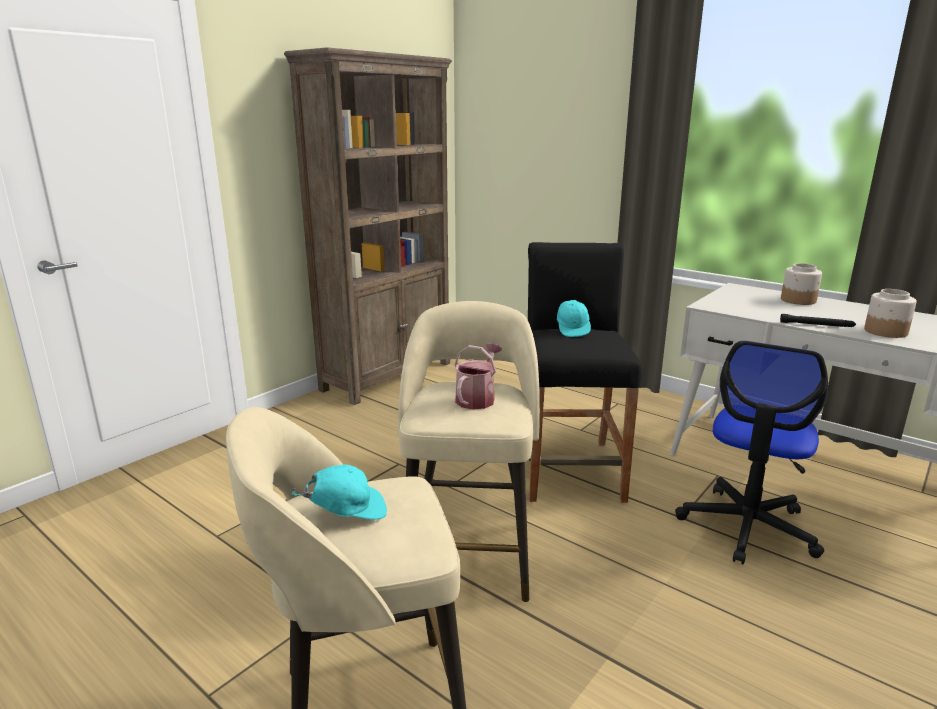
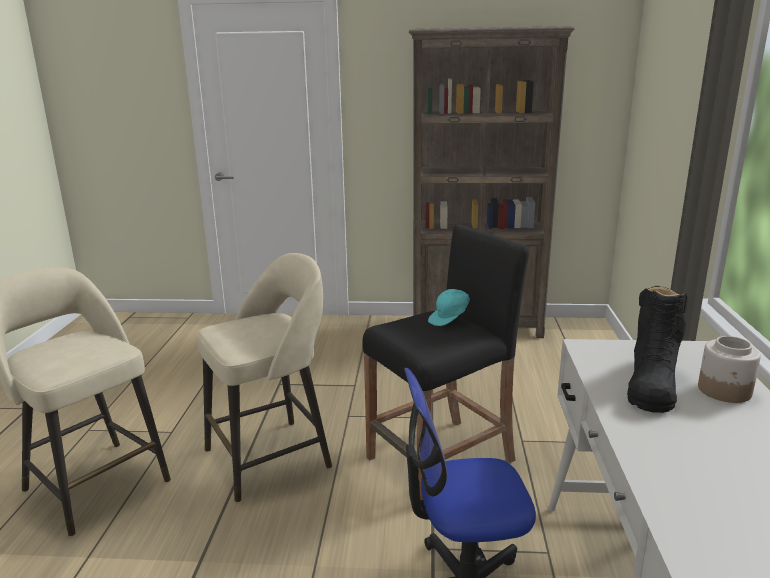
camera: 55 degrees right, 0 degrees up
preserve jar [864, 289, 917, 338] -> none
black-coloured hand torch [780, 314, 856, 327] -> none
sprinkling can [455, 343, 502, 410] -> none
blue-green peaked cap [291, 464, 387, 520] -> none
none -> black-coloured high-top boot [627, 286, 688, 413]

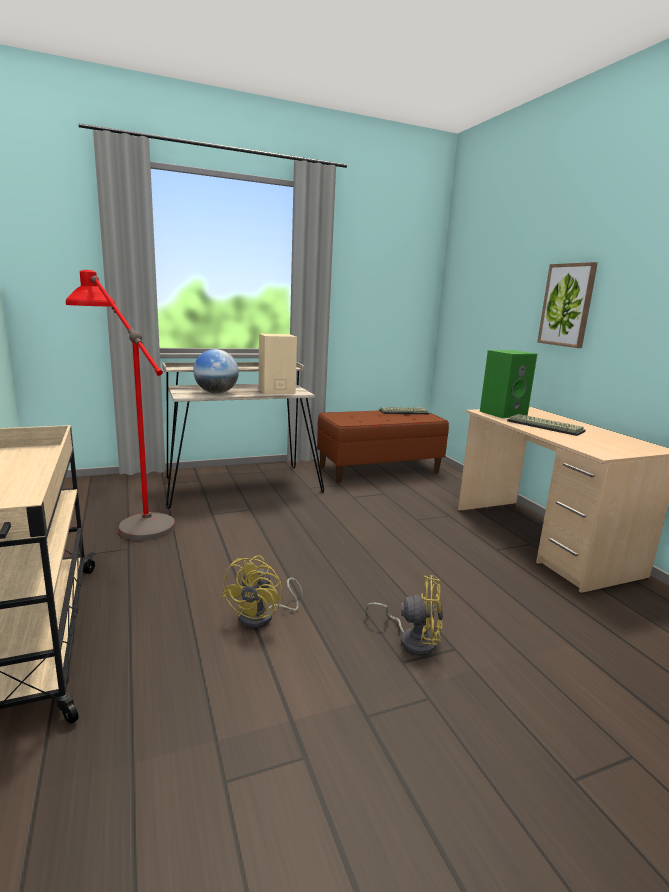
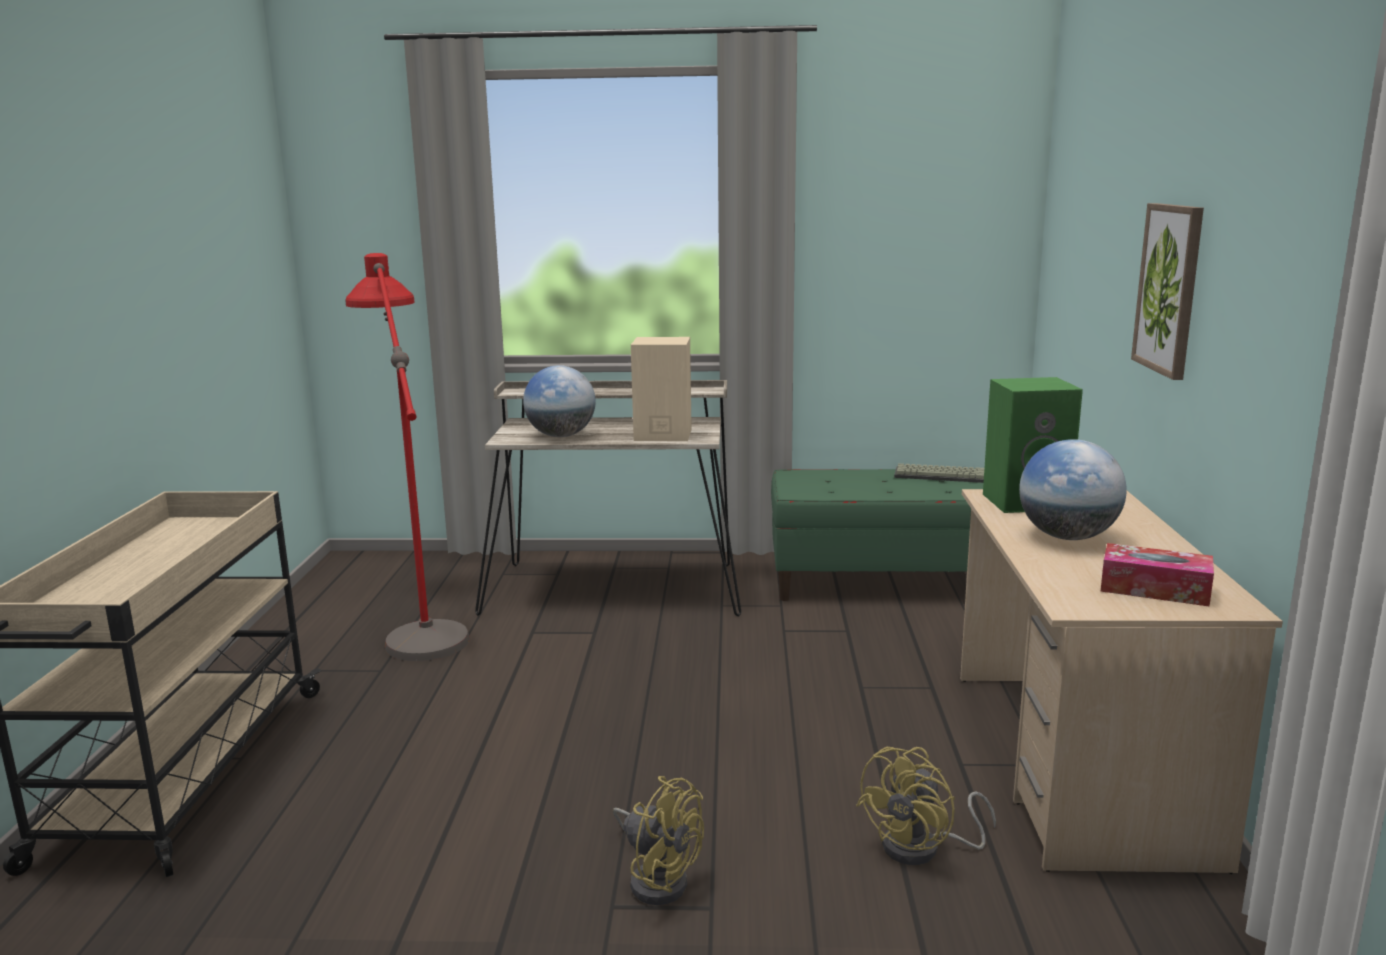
camera: 25 degrees right, 0 degrees up
brown-coloured long seat [317, 410, 449, 483] -> greenish long seat [771, 469, 983, 601]
keyboard [507, 414, 586, 436] -> globe [1019, 439, 1127, 540]
yellow fan [221, 555, 303, 629] -> yellow fan [856, 747, 996, 865], shifted
none -> tissue holder [1101, 543, 1214, 607]

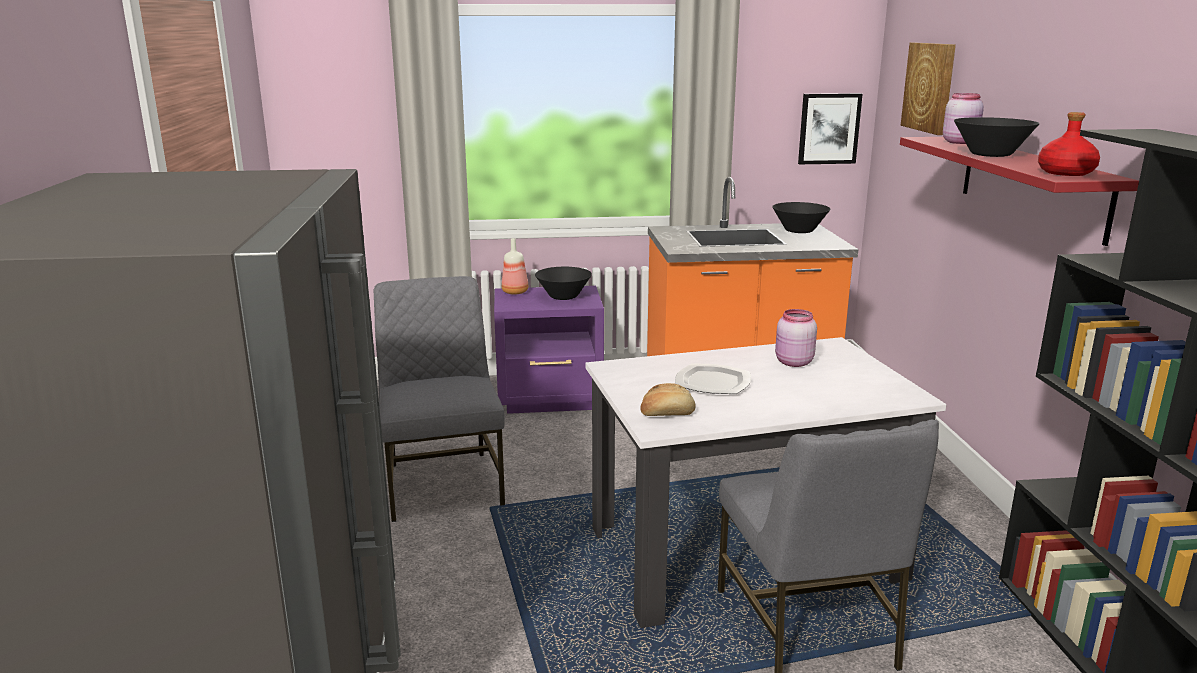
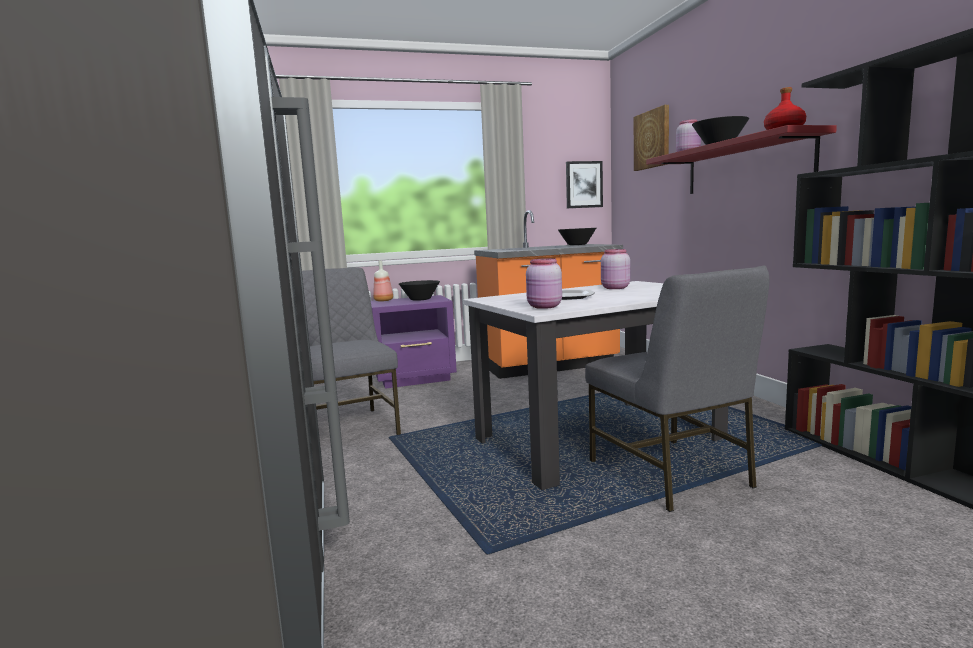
camera: 10 degrees left, 10 degrees down
bakery bread [640, 383, 695, 416] -> pink preserve jar [526, 258, 562, 309]

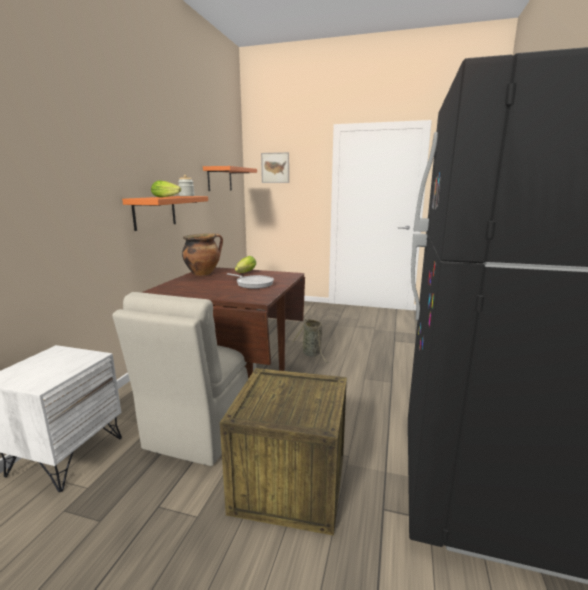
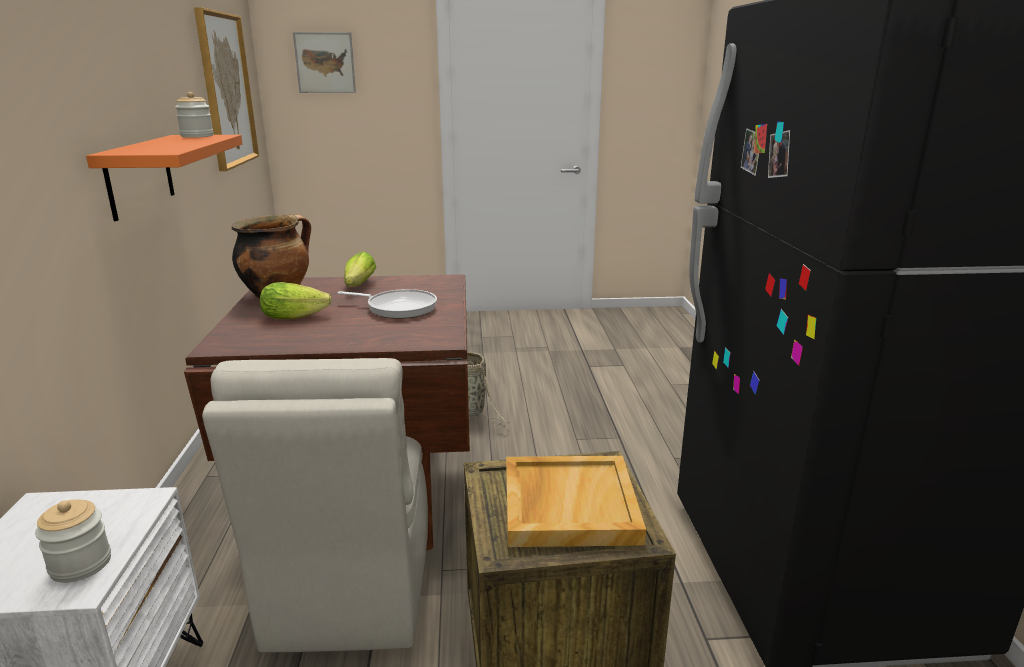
camera: 20 degrees left, 5 degrees up
orangey bracket shelf [203, 166, 257, 191] -> picture [194, 7, 259, 171]
lettuce head [151, 181, 181, 197] -> lettuce head [260, 282, 332, 319], shifted
none -> sand-coloured tray [506, 456, 646, 547]
none -> preserve jar [35, 499, 111, 583]

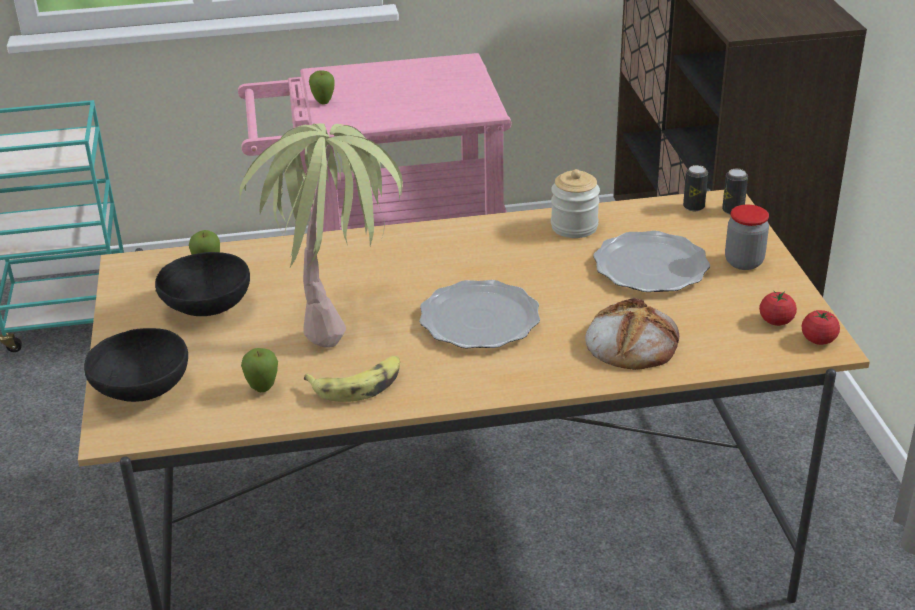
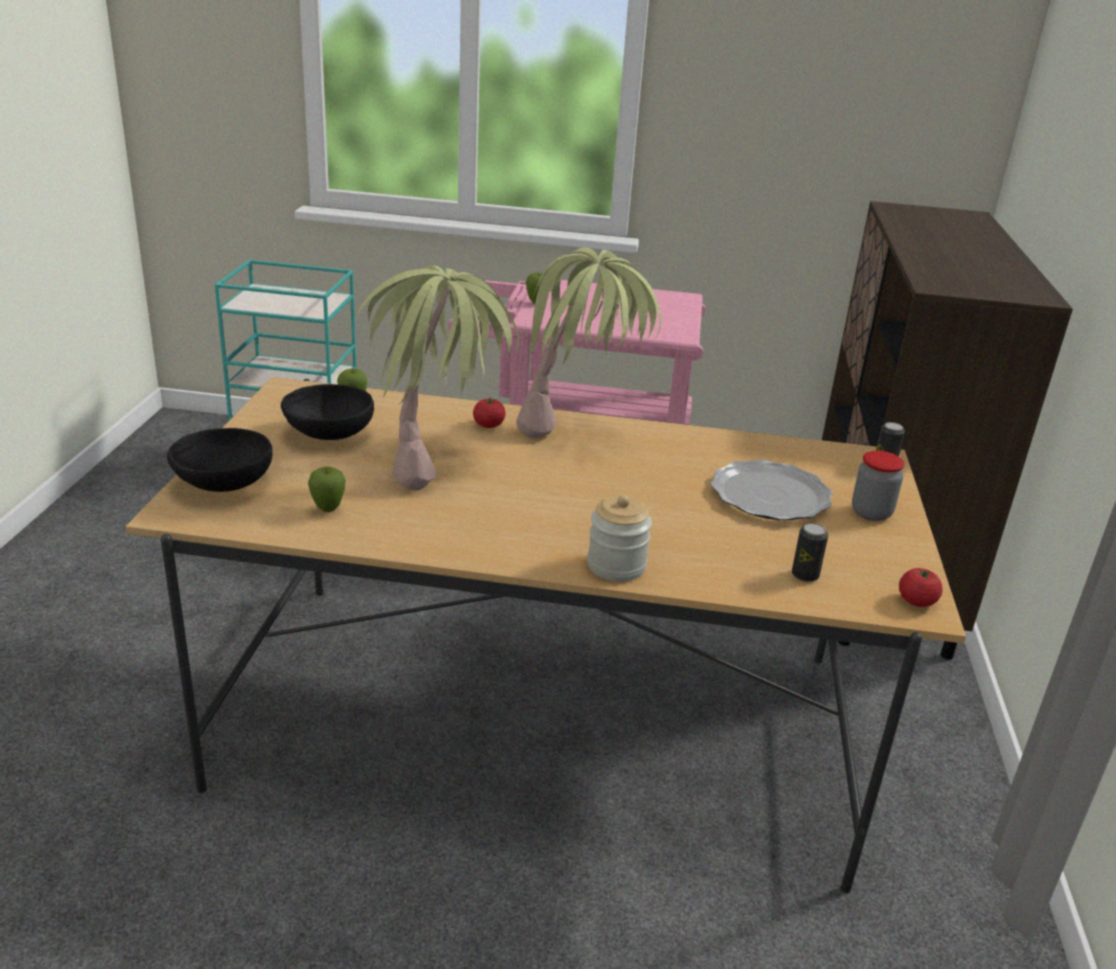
camera: 15 degrees right, 5 degrees down
can [683, 165, 708, 211] -> can [792, 523, 828, 582], shifted
preserve jar [551, 169, 600, 238] -> preserve jar [587, 495, 652, 582], shifted
flat dish [419, 280, 540, 349] -> none
tomato [759, 291, 797, 326] -> tomato [473, 398, 506, 428], shifted
bakery bread [585, 297, 679, 370] -> none
whole banana [304, 356, 400, 402] -> none
none -> houseplant [516, 247, 661, 438]

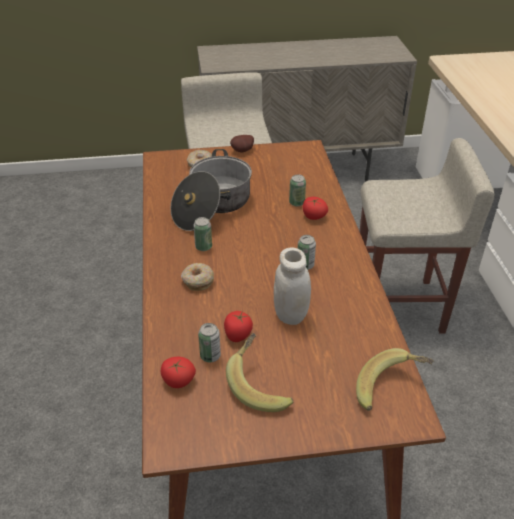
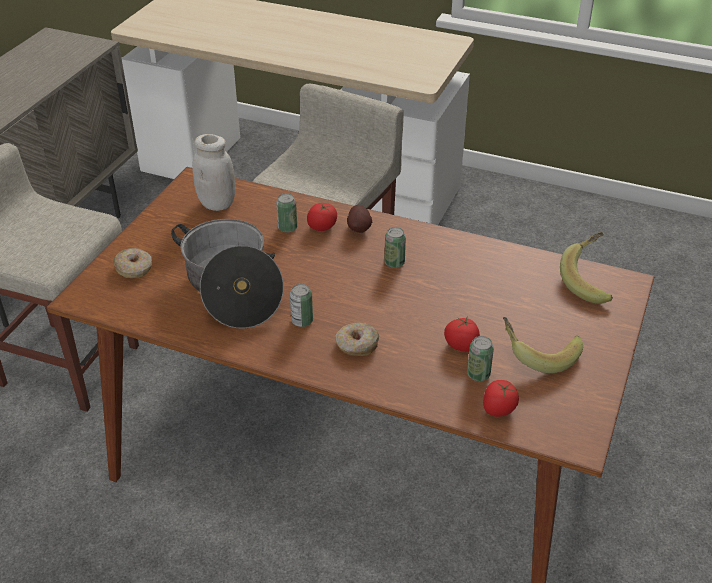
camera: 60 degrees left, 0 degrees up
whole potato [230, 135, 254, 152] -> whole potato [347, 205, 372, 233], shifted
white-coloured preserve jar [274, 247, 311, 325] -> white-coloured preserve jar [192, 134, 235, 211], shifted

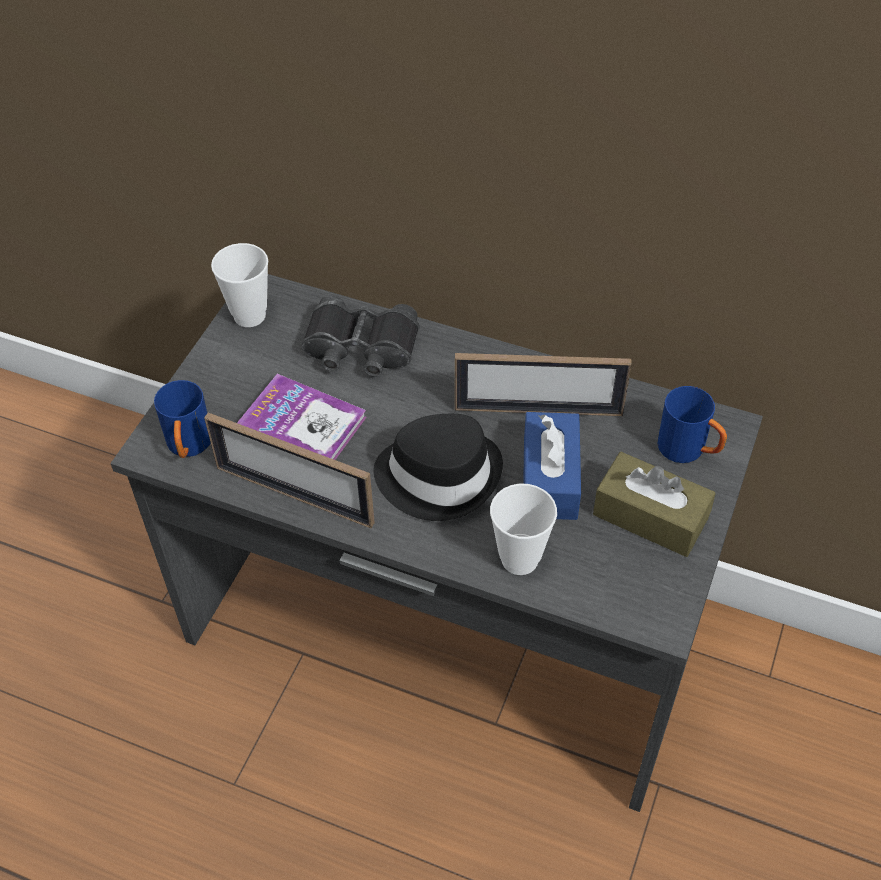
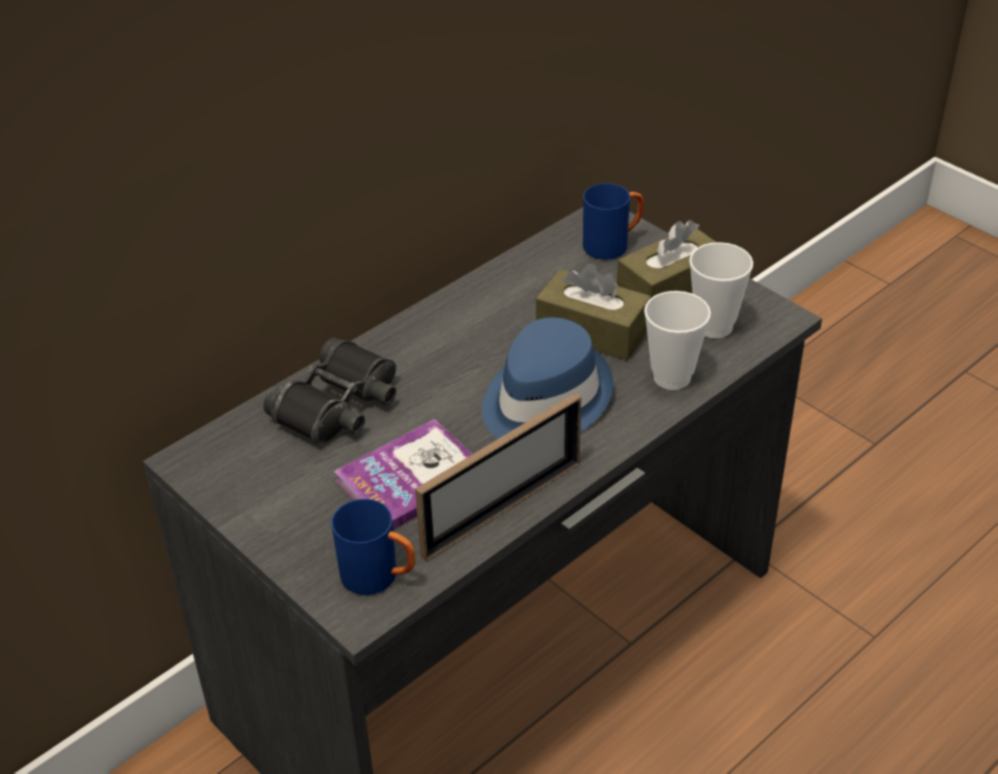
camera: 65 degrees left, 10 degrees down
cup [211, 243, 268, 327] -> cup [689, 242, 753, 338], shifted
picture frame [455, 353, 632, 416] -> none
blue tissue holder [523, 412, 581, 520] -> brown-coloured tissue holder [536, 264, 651, 361]
black-coloured hat [374, 414, 503, 521] -> blue hat [482, 317, 613, 438]

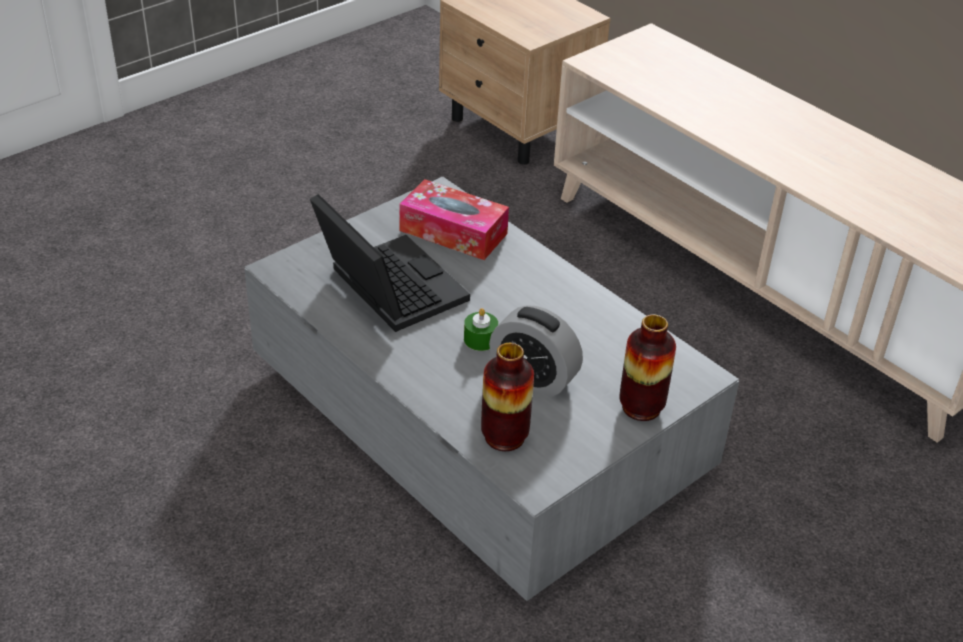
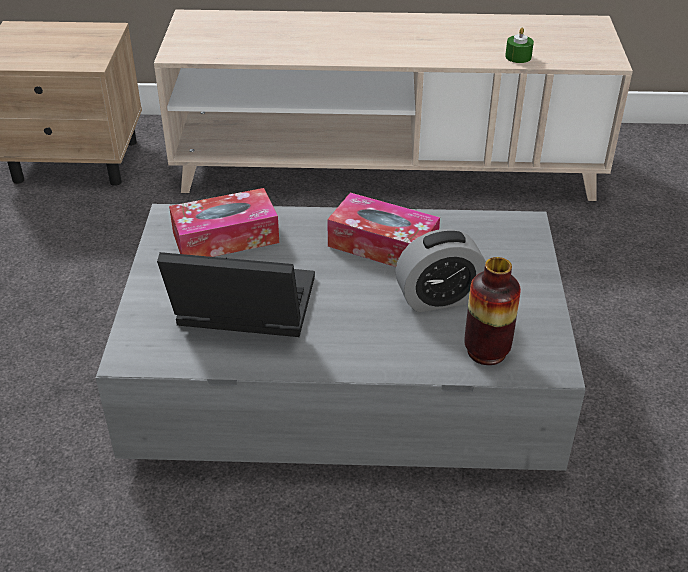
camera: 45 degrees left, 0 degrees up
greenish wax candle [464, 308, 498, 351] -> greenish wax candle [505, 27, 534, 63], shifted
vase [619, 314, 676, 421] -> none
none -> tissue holder [327, 193, 440, 267]

